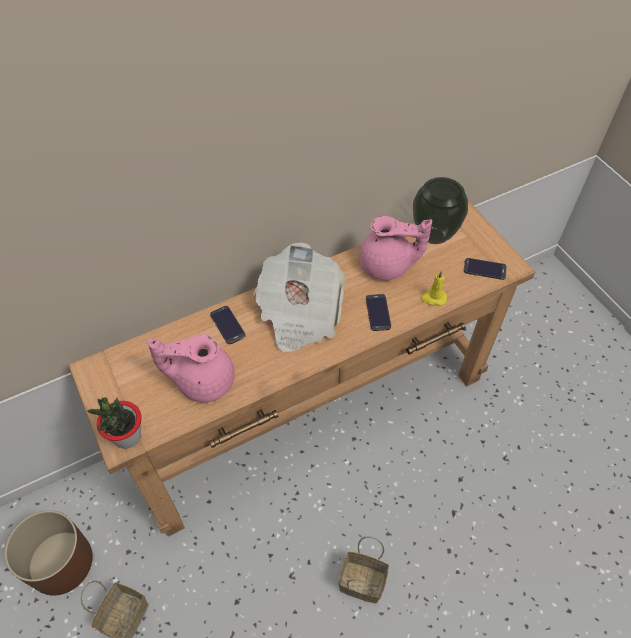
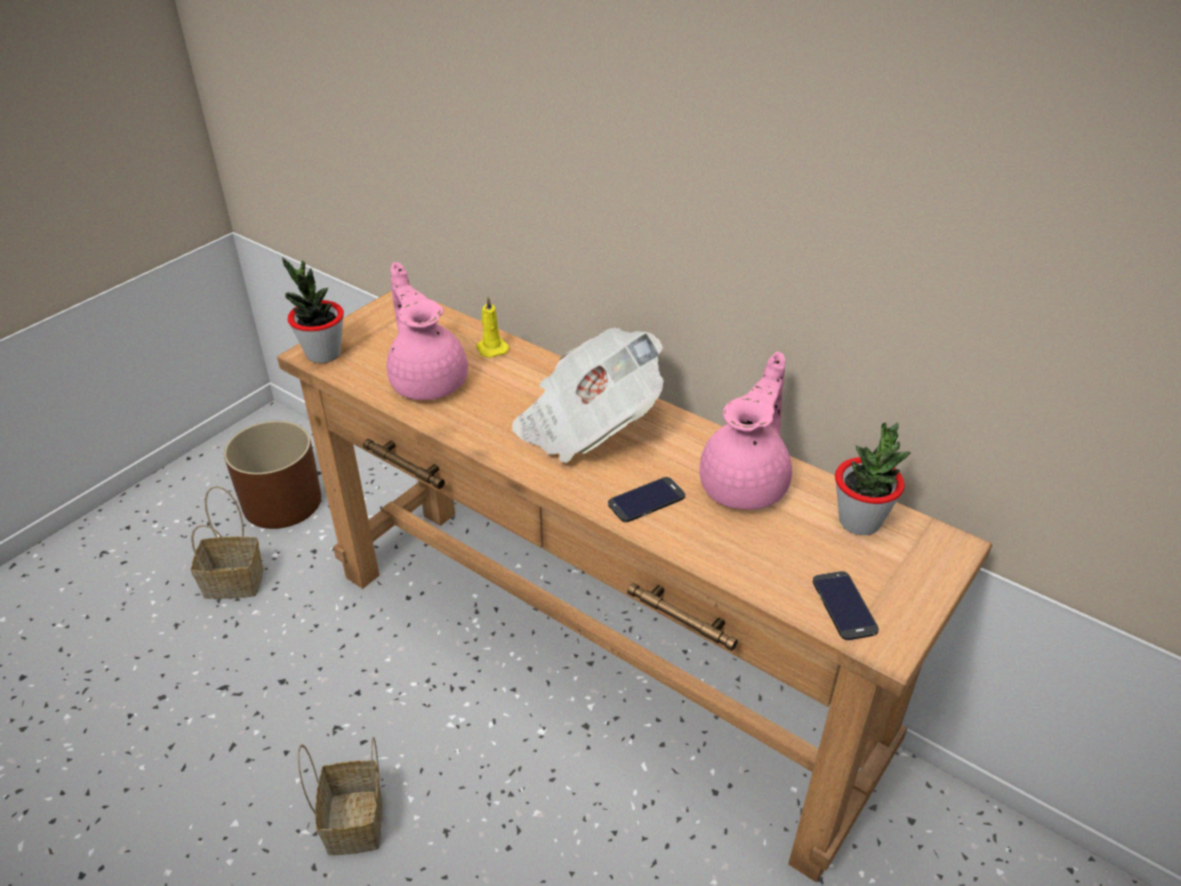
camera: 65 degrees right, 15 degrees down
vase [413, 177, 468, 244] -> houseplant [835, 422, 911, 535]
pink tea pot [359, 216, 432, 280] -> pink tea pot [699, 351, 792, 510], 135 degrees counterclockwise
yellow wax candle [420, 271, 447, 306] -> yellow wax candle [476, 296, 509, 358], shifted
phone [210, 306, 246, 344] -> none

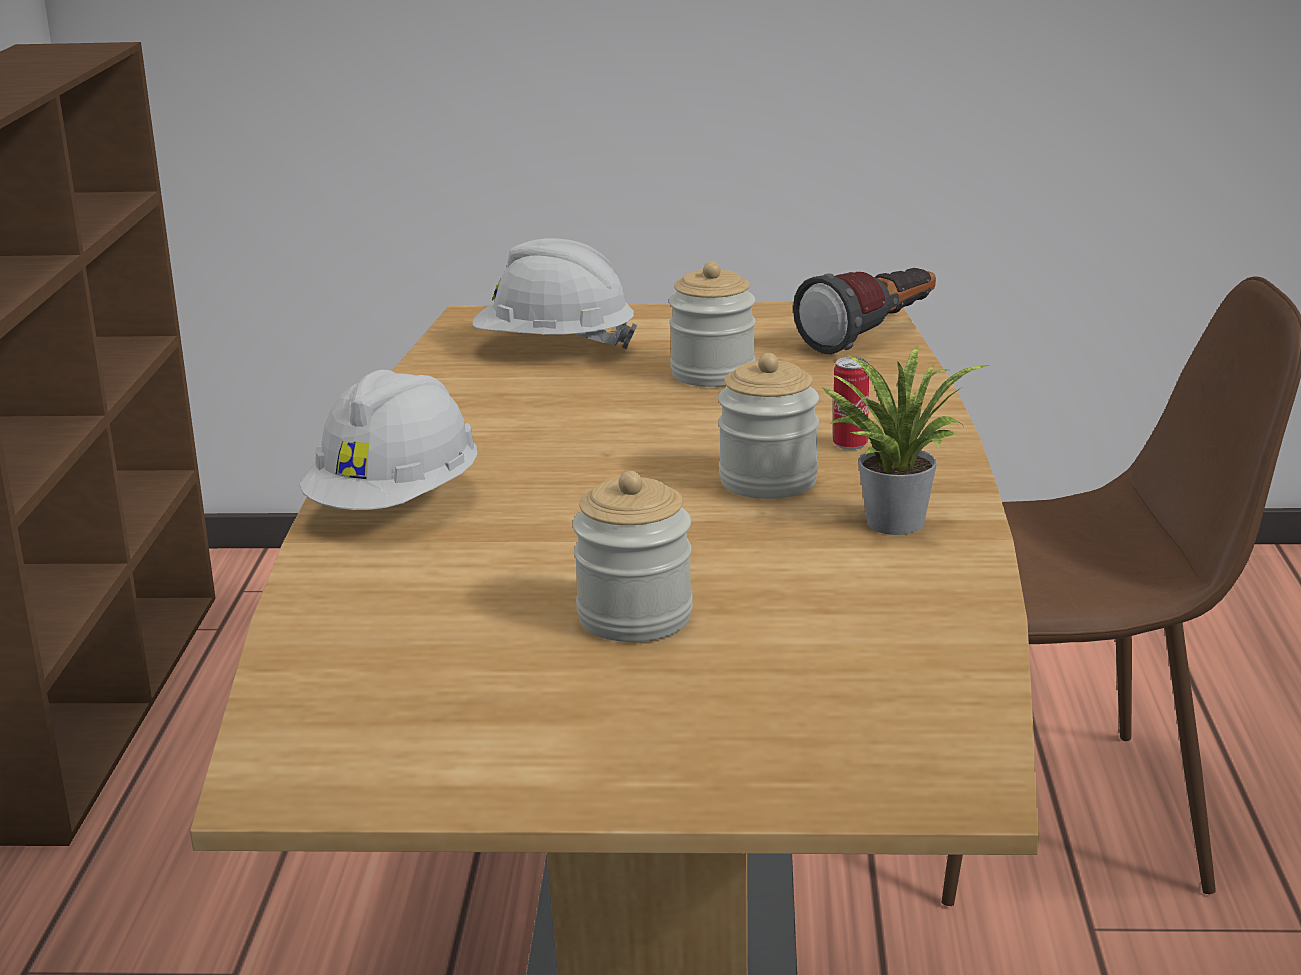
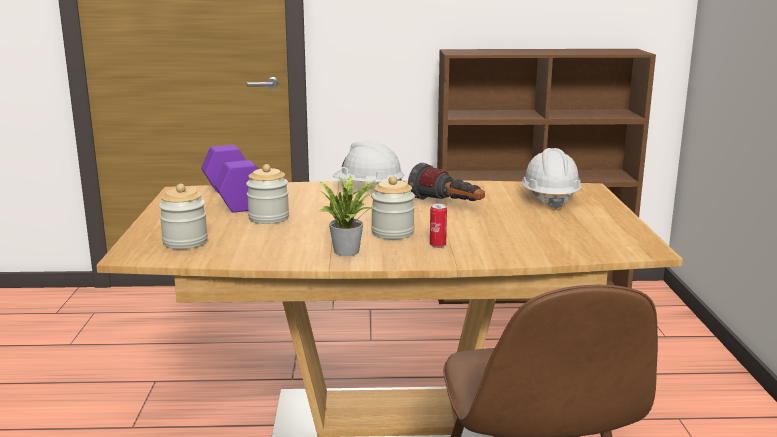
camera: 85 degrees right, 5 degrees down
preserve jar [669, 262, 756, 387] -> preserve jar [159, 184, 208, 249], shifted
hand torch [793, 268, 936, 354] -> hand torch [408, 163, 485, 201], shifted
none -> purplish hand weight [201, 145, 258, 213]

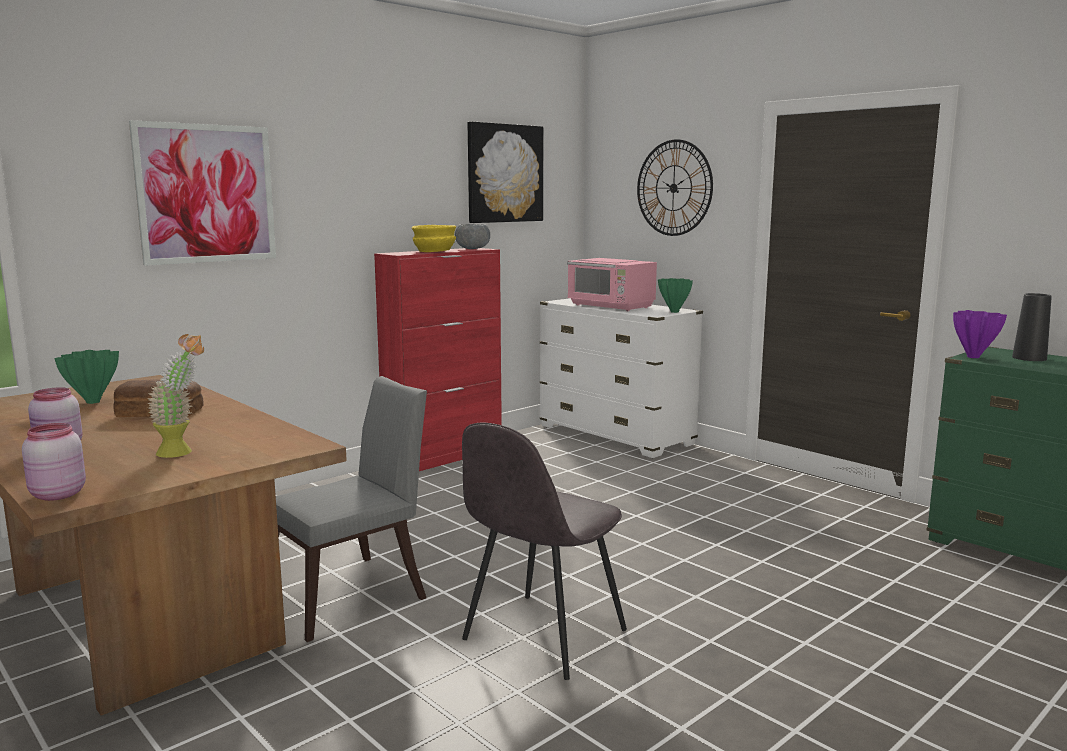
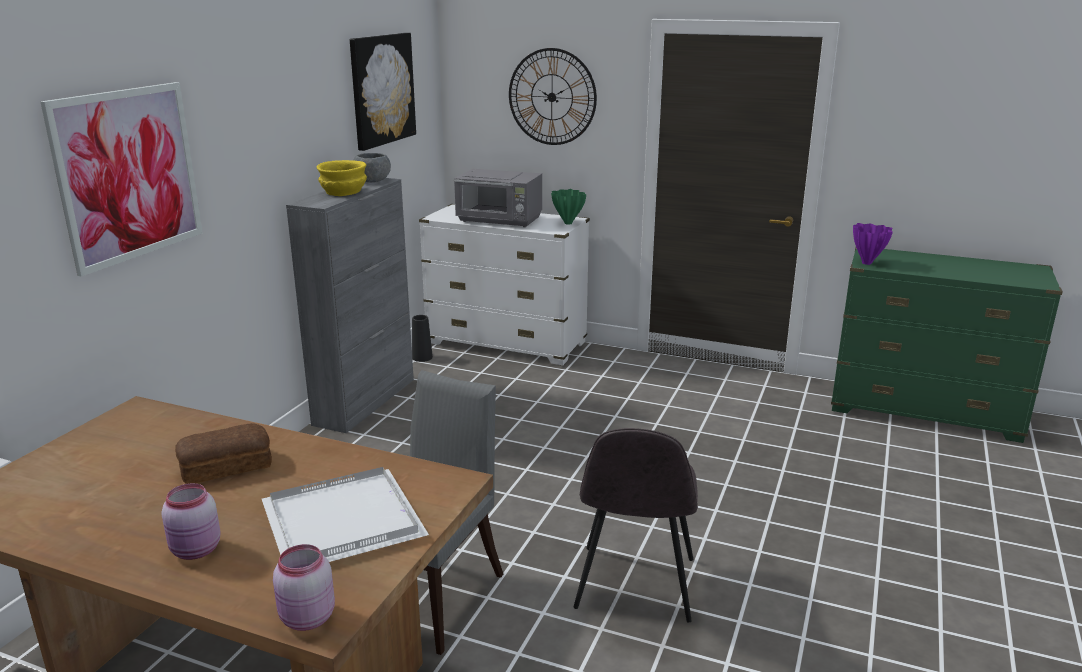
camera: 25 degrees left, 10 degrees up
red-coloured cabinet [374, 248, 502, 471] -> greyish cabinet [286, 178, 414, 433]
pink microwave oven [567, 258, 657, 311] -> greyish microwave oven [454, 169, 542, 227]
black-coloured vase [1012, 293, 1052, 361] -> black-coloured vase [412, 315, 433, 362], shifted
houseplant [147, 334, 204, 458] -> white-coloured tray [262, 467, 429, 562]
greenish vase [54, 350, 119, 404] -> none

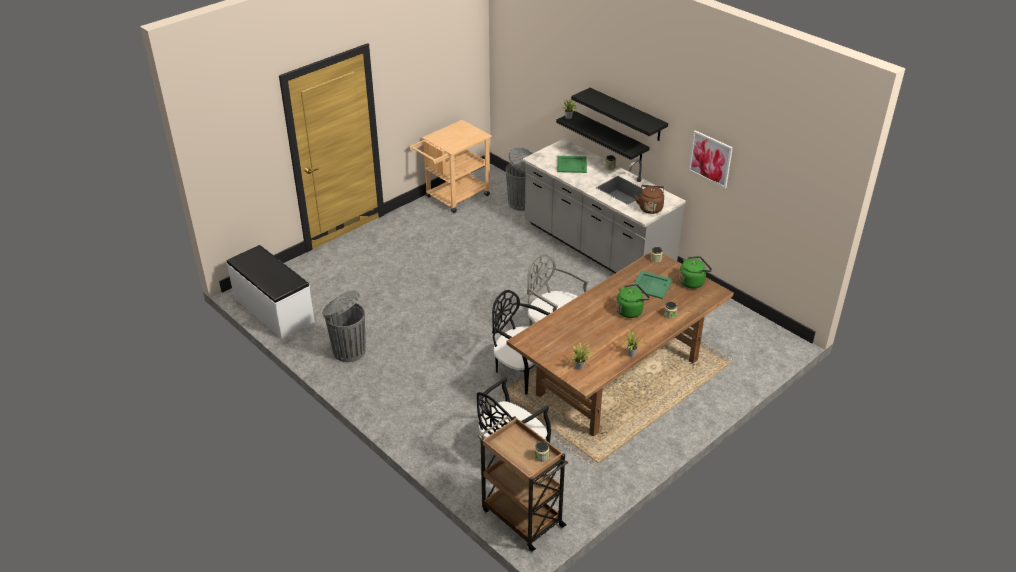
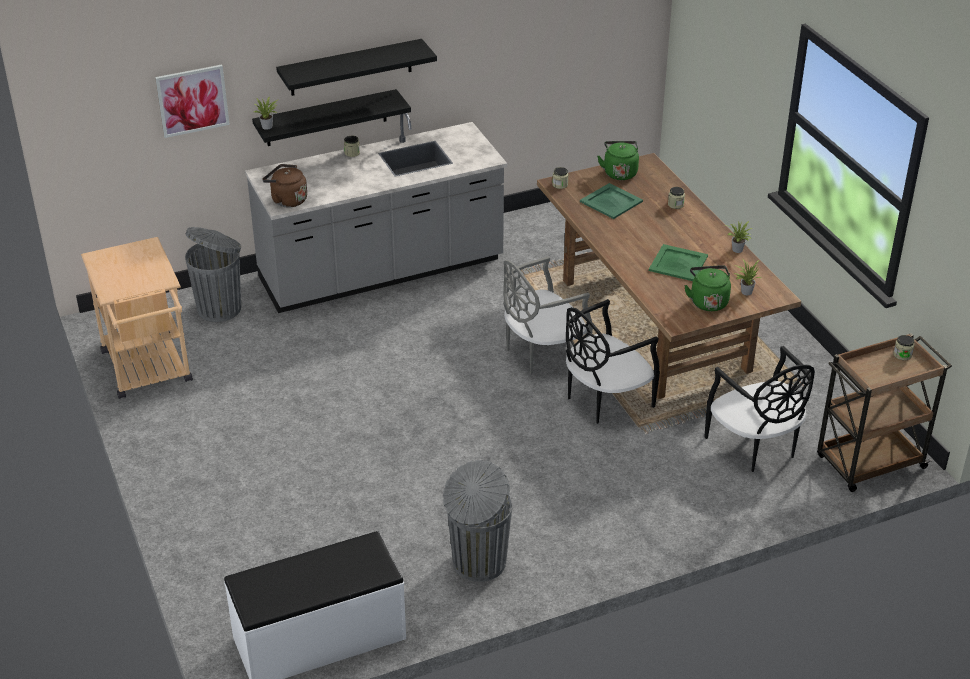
camera: 70 degrees left, 0 degrees up
picture [689, 130, 733, 188] -> picture [155, 65, 230, 138], shifted
greenish tray [557, 156, 587, 173] -> greenish tray [649, 244, 708, 281], shifted
brown-coloured tea kettle [635, 185, 664, 214] -> brown-coloured tea kettle [263, 164, 307, 208], shifted
greenish tea kettle [616, 284, 650, 318] -> greenish tea kettle [684, 265, 731, 311], shifted

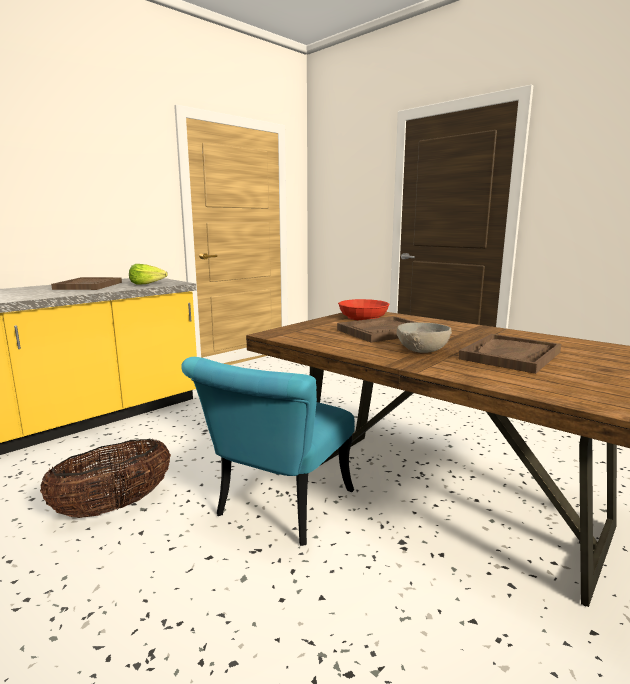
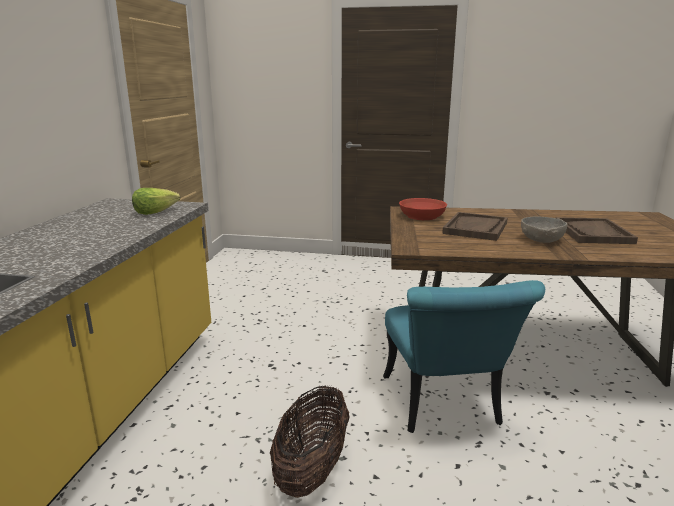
camera: 35 degrees left, 5 degrees up
brown-coloured tray [51, 277, 122, 290] -> none

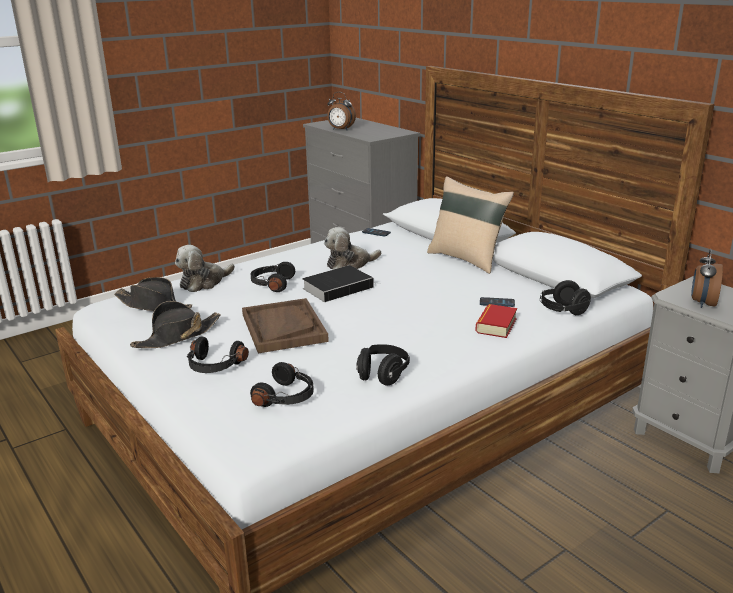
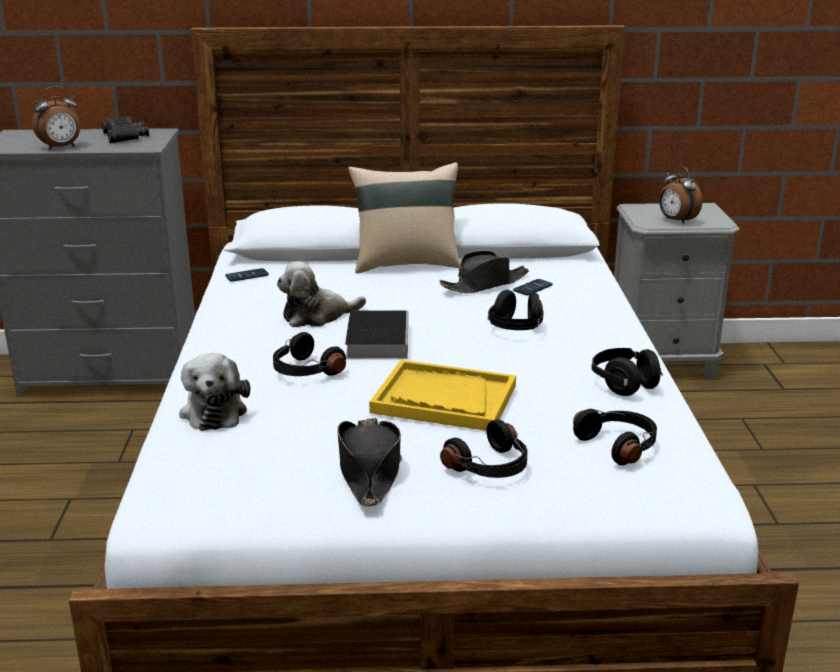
camera: 55 degrees left, 0 degrees up
plush toy [324, 227, 381, 270] -> plush toy [277, 261, 366, 327], 60 degrees clockwise
black-coloured hat [114, 277, 192, 311] -> black-coloured hat [439, 251, 529, 293], shifted
black-coloured headphones [540, 280, 591, 315] -> black-coloured headphones [488, 290, 543, 330], shifted
brown-coloured tray [242, 298, 329, 354] -> yellow tray [369, 360, 516, 431]
bound book [475, 304, 517, 338] -> none
none -> black-coloured field glasses [102, 116, 149, 143]

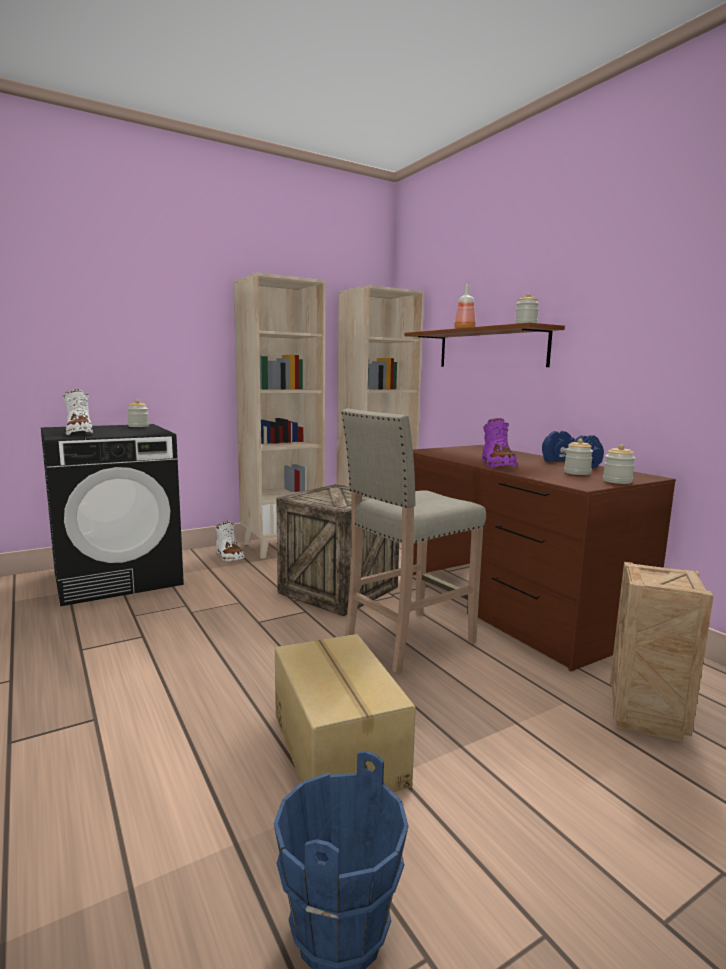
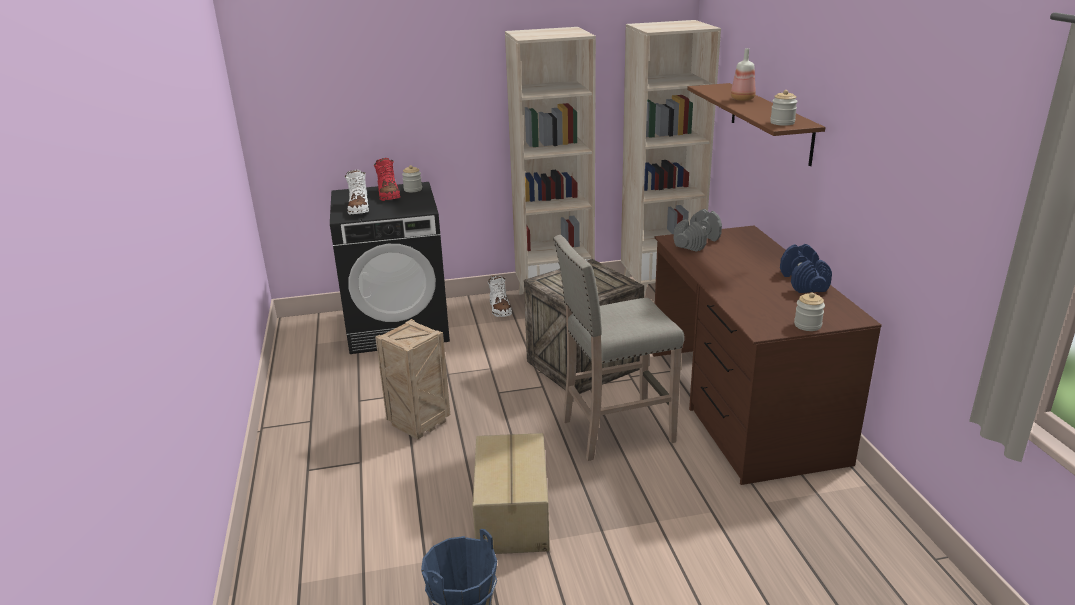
camera: 20 degrees right, 15 degrees up
purplish high-top boot [482, 418, 518, 468] -> none
preserve jar [564, 439, 593, 475] -> none
crate [610, 562, 714, 742] -> crate [375, 319, 450, 439], shifted
none -> red-coloured high-top boot [374, 158, 401, 201]
none -> greyish hand weight [673, 209, 722, 252]

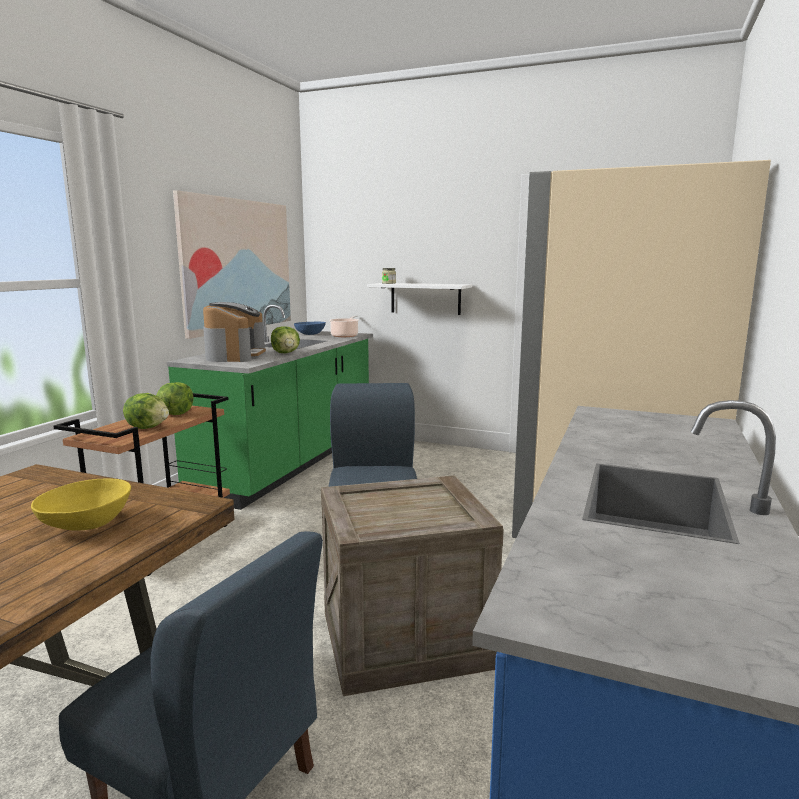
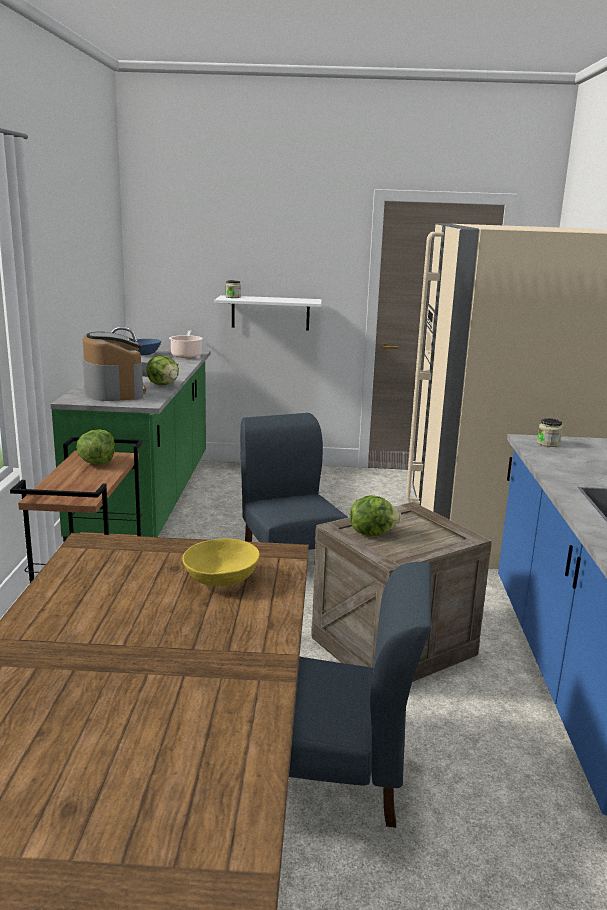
camera: 20 degrees left, 5 degrees up
picture [173, 190, 291, 339] -> none
lettuce head [123, 393, 169, 429] -> lettuce head [350, 495, 401, 536], shifted
none -> preserve jar [537, 418, 563, 447]

